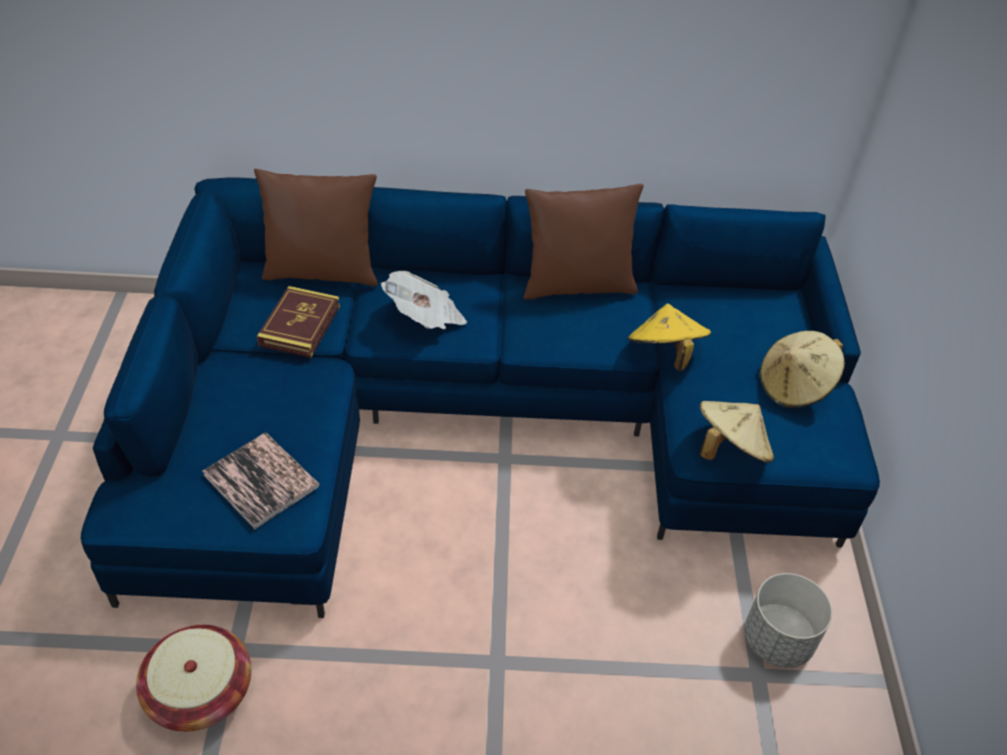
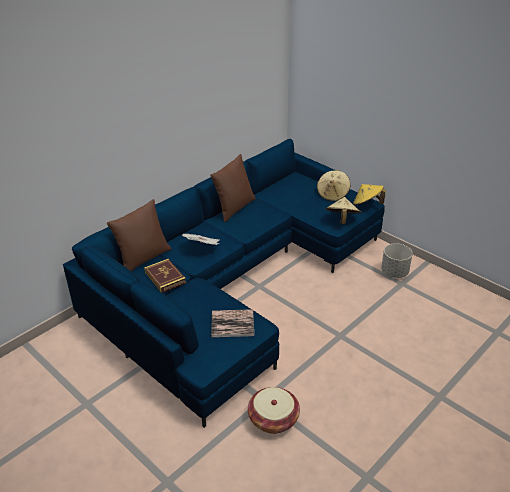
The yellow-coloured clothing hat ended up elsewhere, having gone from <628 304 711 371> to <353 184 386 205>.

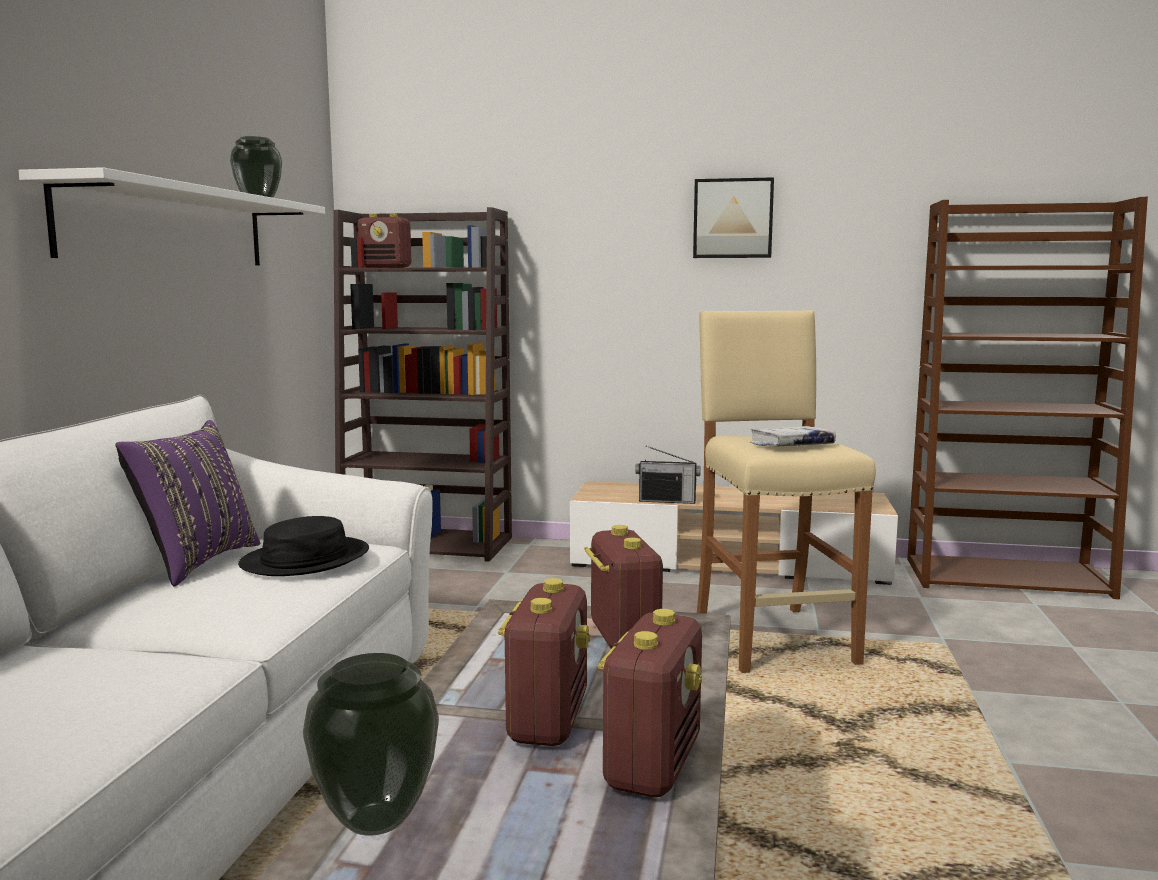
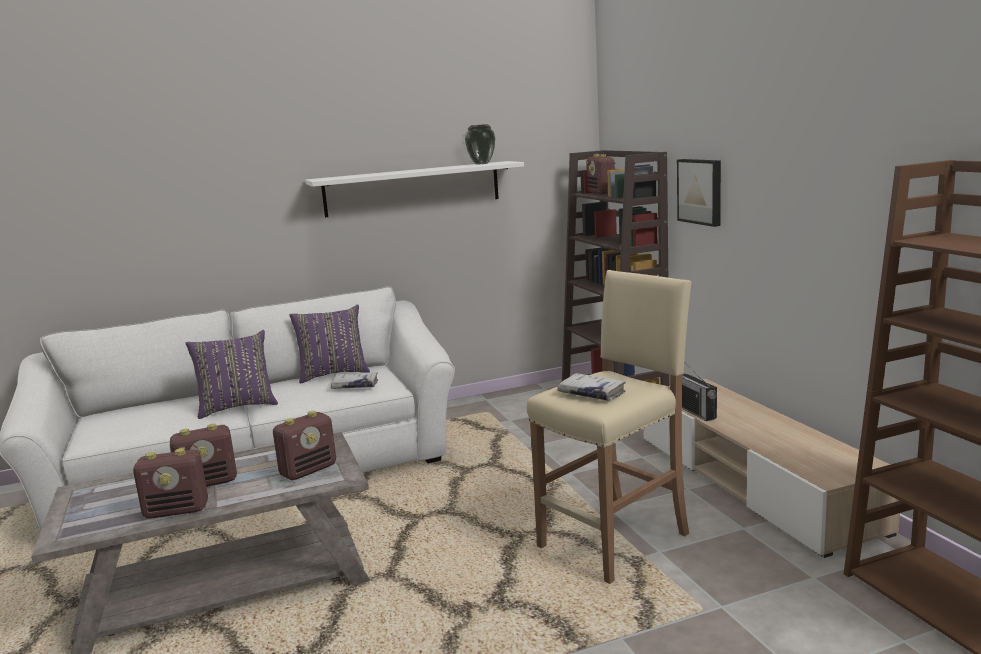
Where the black clothing hat stood at <238 516 369 576>, the white book came to stand at <331 372 378 389>.
The second view lost the vase at <303 653 439 836>.
The picture ended up elsewhere, having gone from <693 177 774 258> to <677 159 721 227>.
The second view gained the purple-coloured throw pillow at <186 330 278 419>.

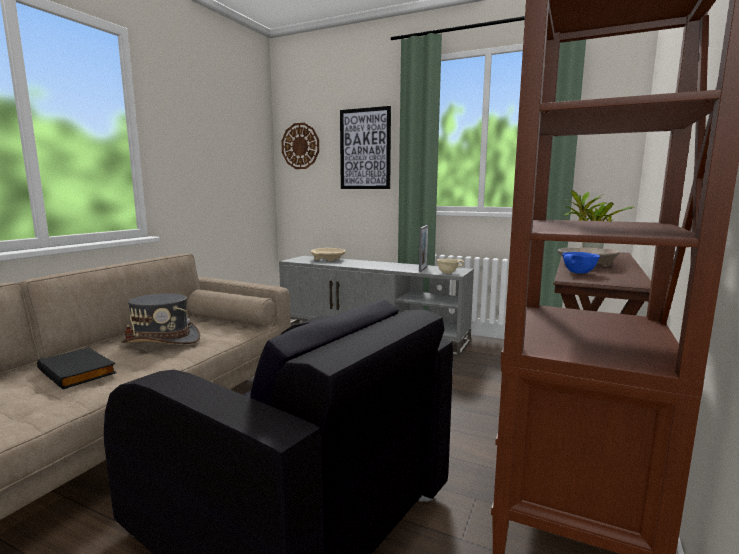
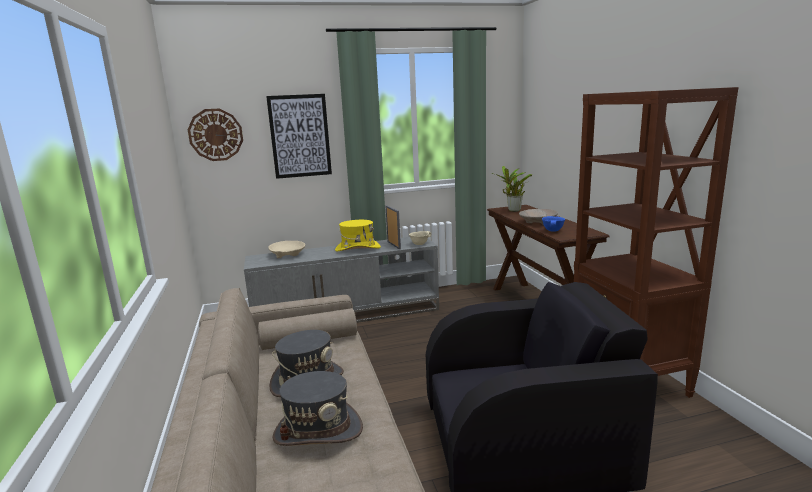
Where the black book stood at <37 347 117 389>, the grey clothing hat came to stand at <273 371 363 446>.
The second view gained the yellow-coloured clothing hat at <335 220 381 251>.

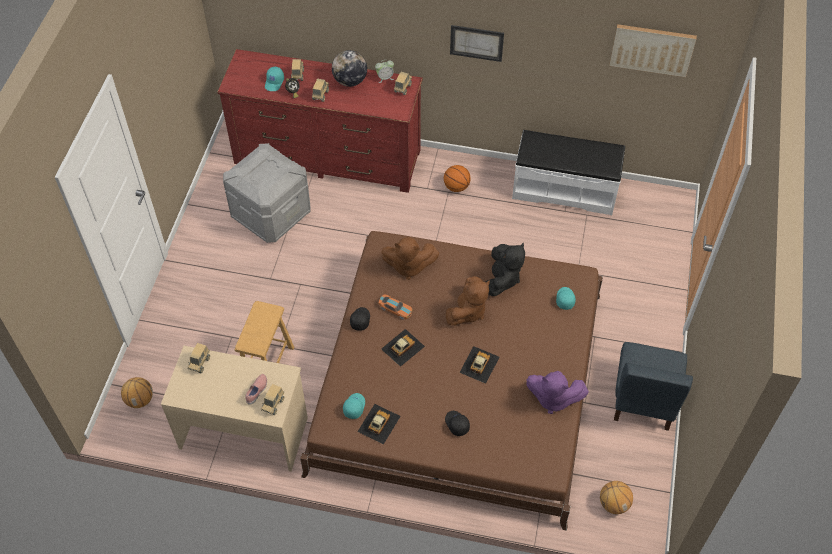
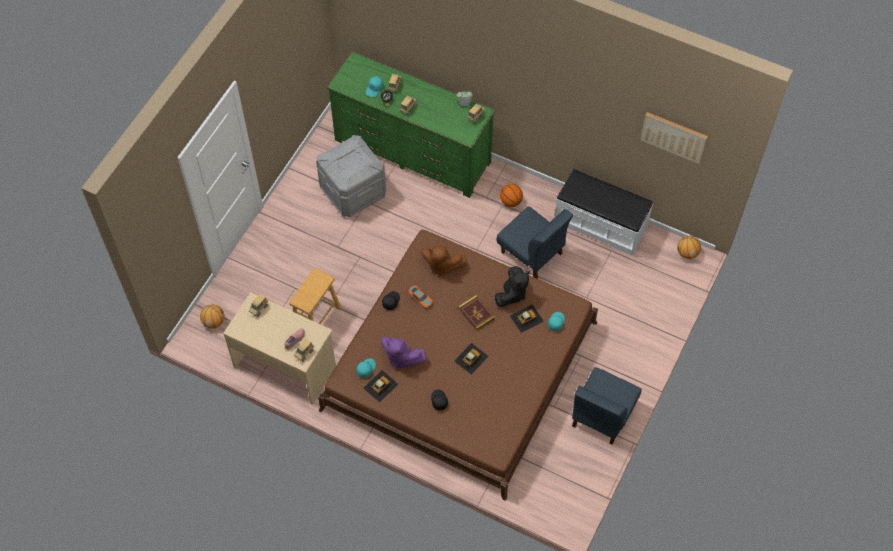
What was the red chest of drawers at <217 49 423 193> turned into the green-coloured chest of drawers at <327 52 495 198>.
The second view lost the world globe at <332 50 367 87>.
The toy car ended up elsewhere, having gone from <381 329 425 367> to <510 304 544 333>.
Where the brownish plush toy stood at <446 276 490 325>, the book came to stand at <458 295 495 331>.
The second view lost the picture at <450 25 504 62>.
The purple-coloured plush toy ended up elsewhere, having gone from <527 371 589 414> to <381 337 426 369>.
The ball for basketball ended up elsewhere, having gone from <600 481 633 514> to <677 236 701 259>.
The second view gained the blue upright chair at <497 206 573 278>.

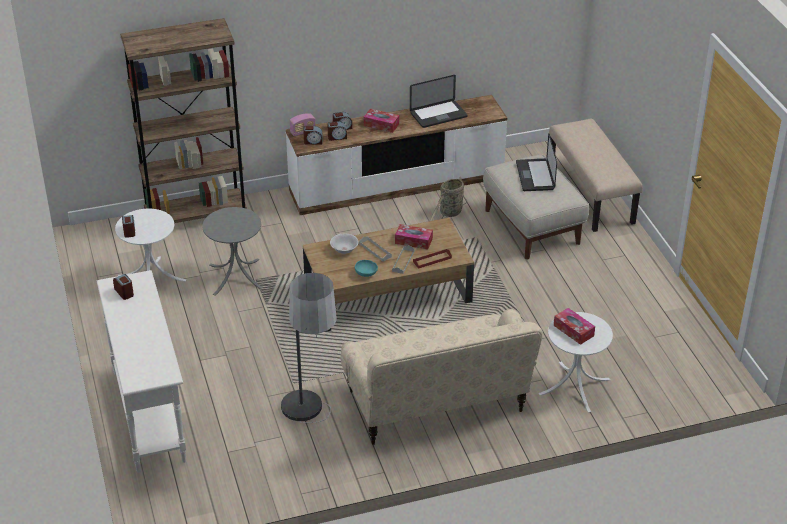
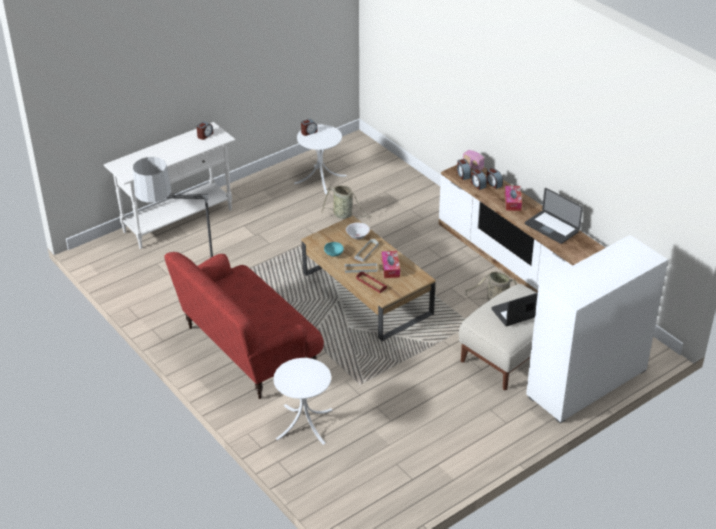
The second view lost the brownish shelving unit at <120 18 247 223>.
Where the grey end table stood at <202 207 263 295>, the storage basket came to stand at <322 185 371 219>.
What was the beige couch at <341 309 543 445> turned into the red couch at <165 252 324 399>.
Where the beige indoor bench stood at <549 119 643 232>, the white chest of drawers came to stand at <526 235 668 423>.
The second view lost the tissue holder at <554 308 595 345>.

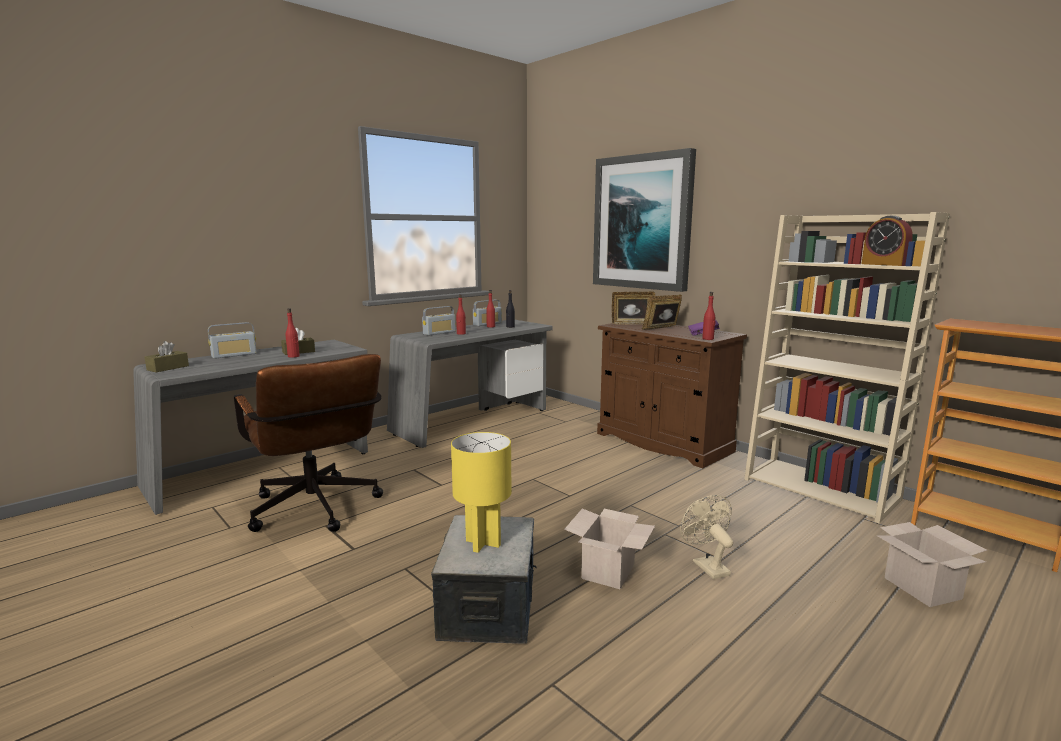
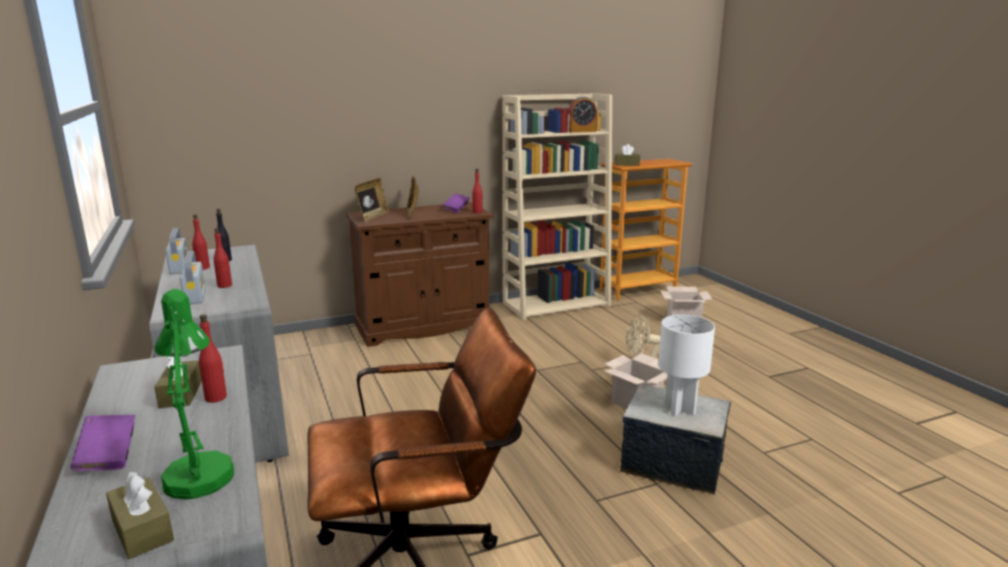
Where the radio receiver stood at <208 322 257 359>, the purple-coloured book came to stand at <71 415 135 471>.
What was the yellow-coloured tabletop lamp at <451 432 512 553> turned into the white tabletop lamp at <658 315 715 416>.
The second view lost the picture at <593 148 696 292>.
The second view gained the green-coloured tabletop lamp at <154 289 234 500>.
The second view gained the brownish tissue holder at <615 144 640 166>.

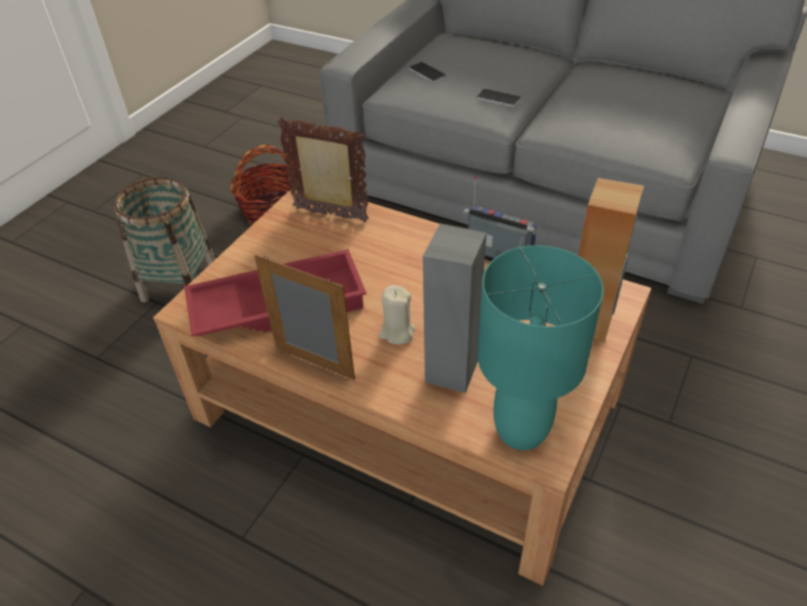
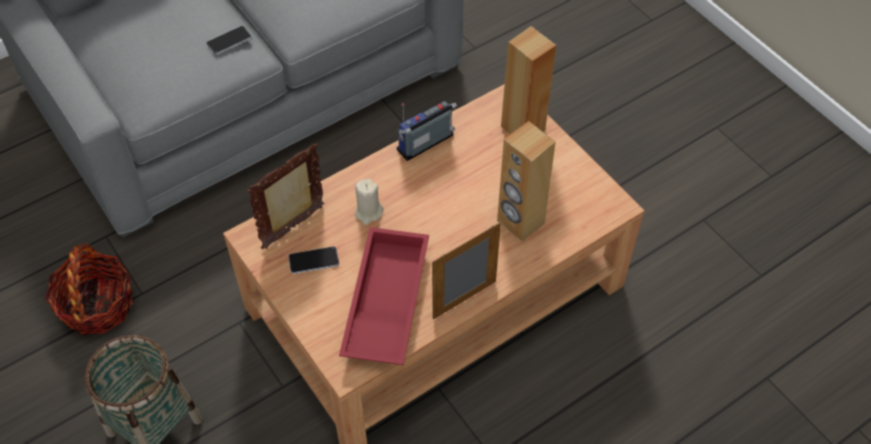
The beige wax candle ended up elsewhere, having gone from <379 285 415 344> to <355 179 383 225>.
The phone ended up elsewhere, having gone from <408 62 446 82> to <288 246 339 274>.
What was the grey audio speaker at <423 223 487 393> turned into the brownish audio speaker at <497 121 556 242>.
The second view lost the turquoise tabletop lamp at <478 245 604 450>.

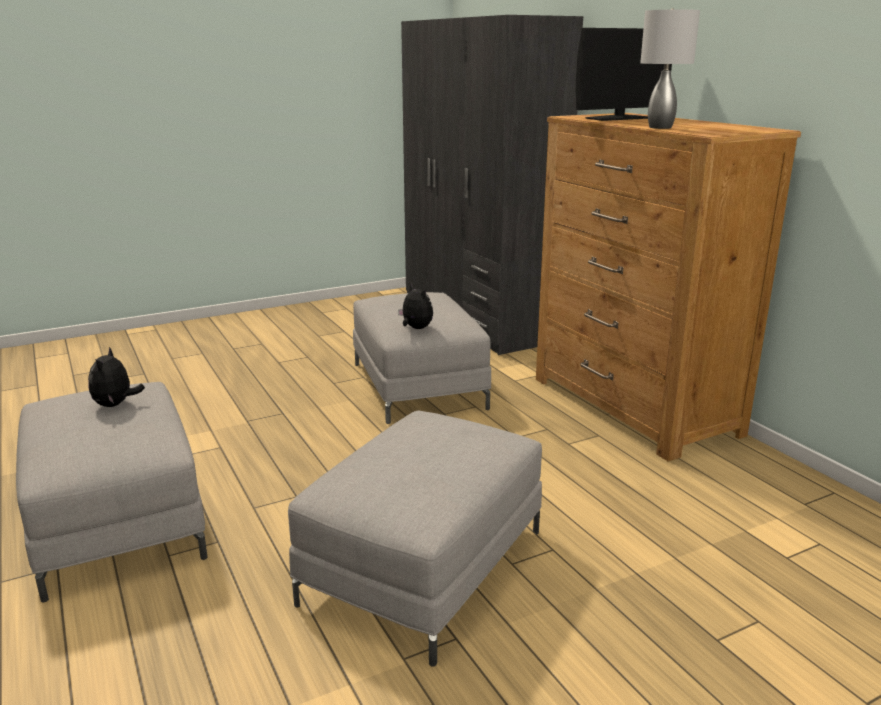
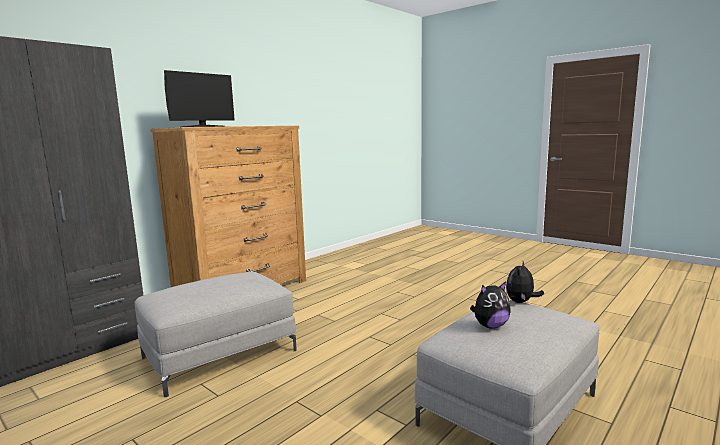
The second view lost the grey ottoman at <288 410 542 666>.
The plush toy ended up elsewhere, having gone from <398 284 433 329> to <506 261 544 303>.
The computer screen at <576 28 672 121> ended up facing another way, 90 degrees clockwise from before.
The second view lost the grey tabletop lamp at <640 8 700 129>.

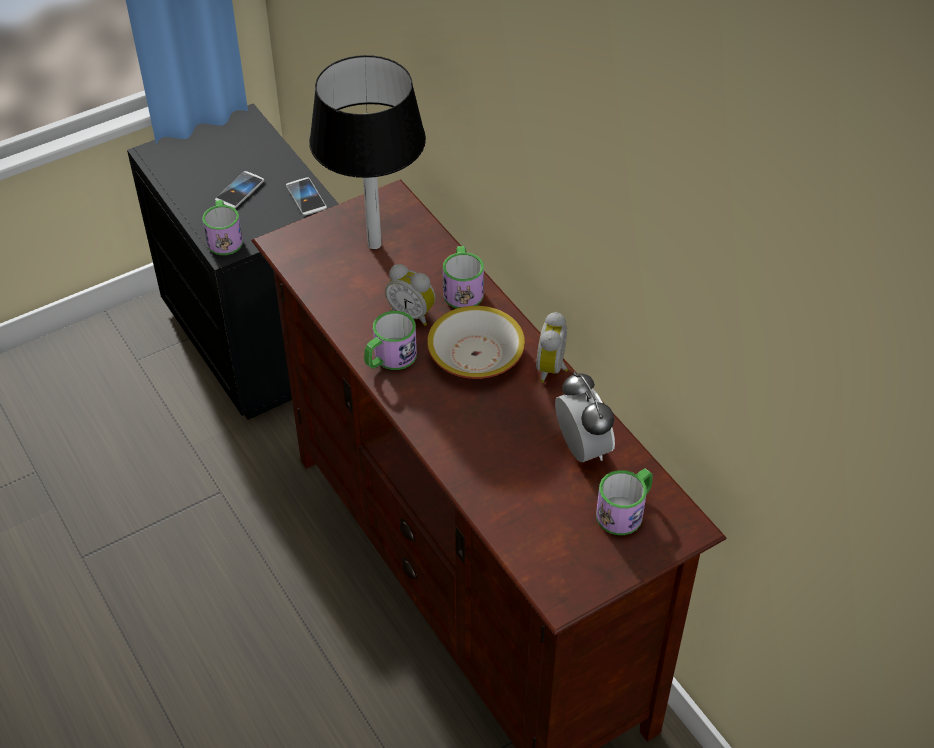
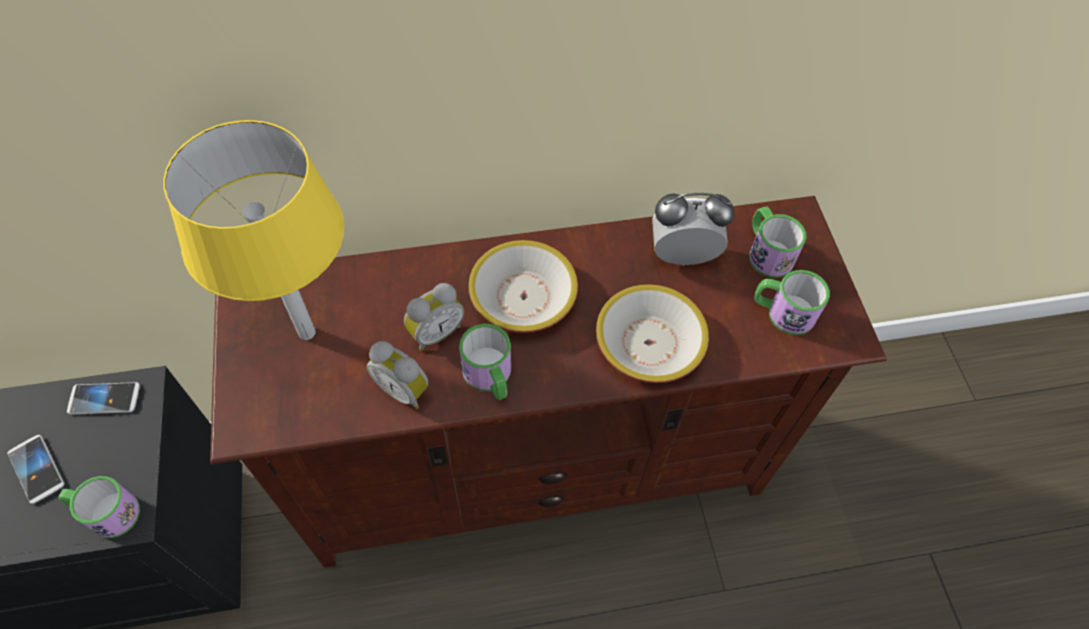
What was the black tabletop lamp at <309 55 426 249> turned into the yellow-coloured tabletop lamp at <163 120 344 340>.
The coffee mug ended up elsewhere, having gone from <443 246 484 309> to <754 270 830 335>.
The bedside clock ended up elsewhere, having gone from <536 312 568 383> to <367 341 428 409>.
The second view gained the bowl at <596 284 709 383>.

